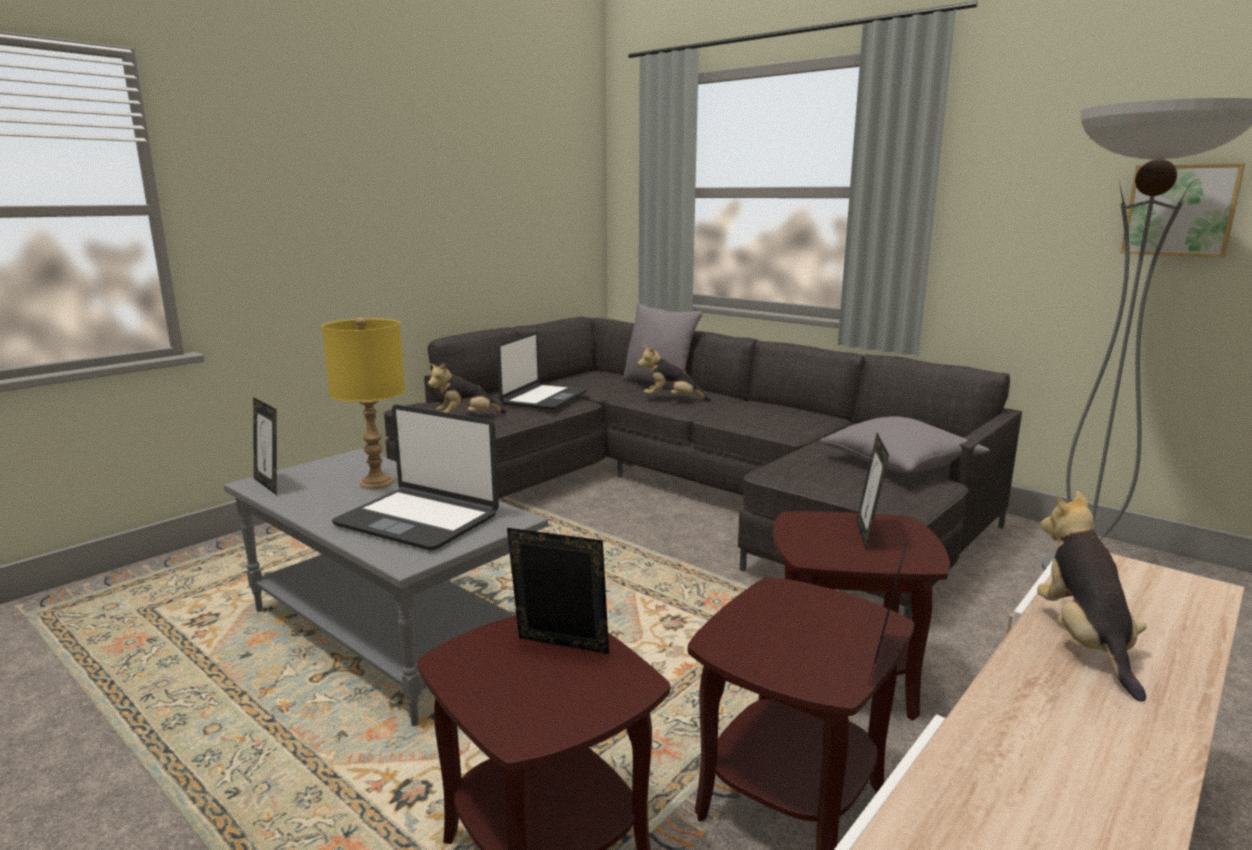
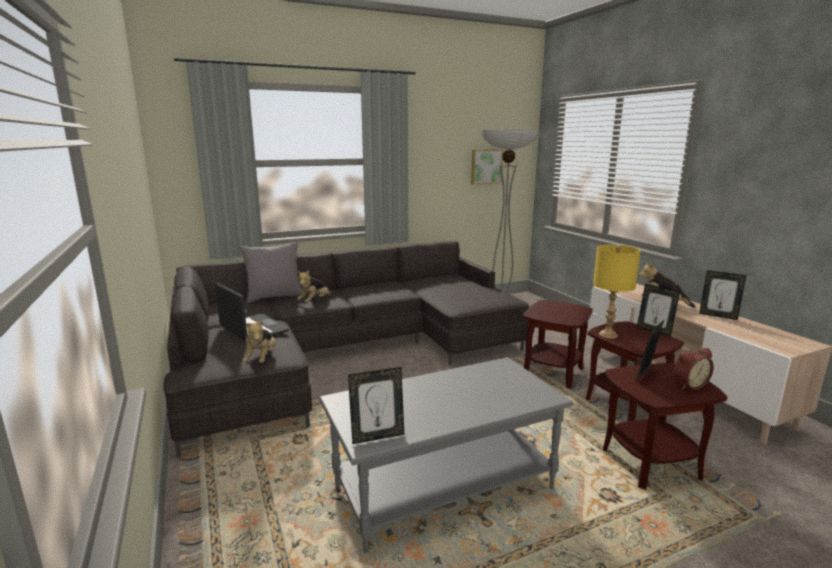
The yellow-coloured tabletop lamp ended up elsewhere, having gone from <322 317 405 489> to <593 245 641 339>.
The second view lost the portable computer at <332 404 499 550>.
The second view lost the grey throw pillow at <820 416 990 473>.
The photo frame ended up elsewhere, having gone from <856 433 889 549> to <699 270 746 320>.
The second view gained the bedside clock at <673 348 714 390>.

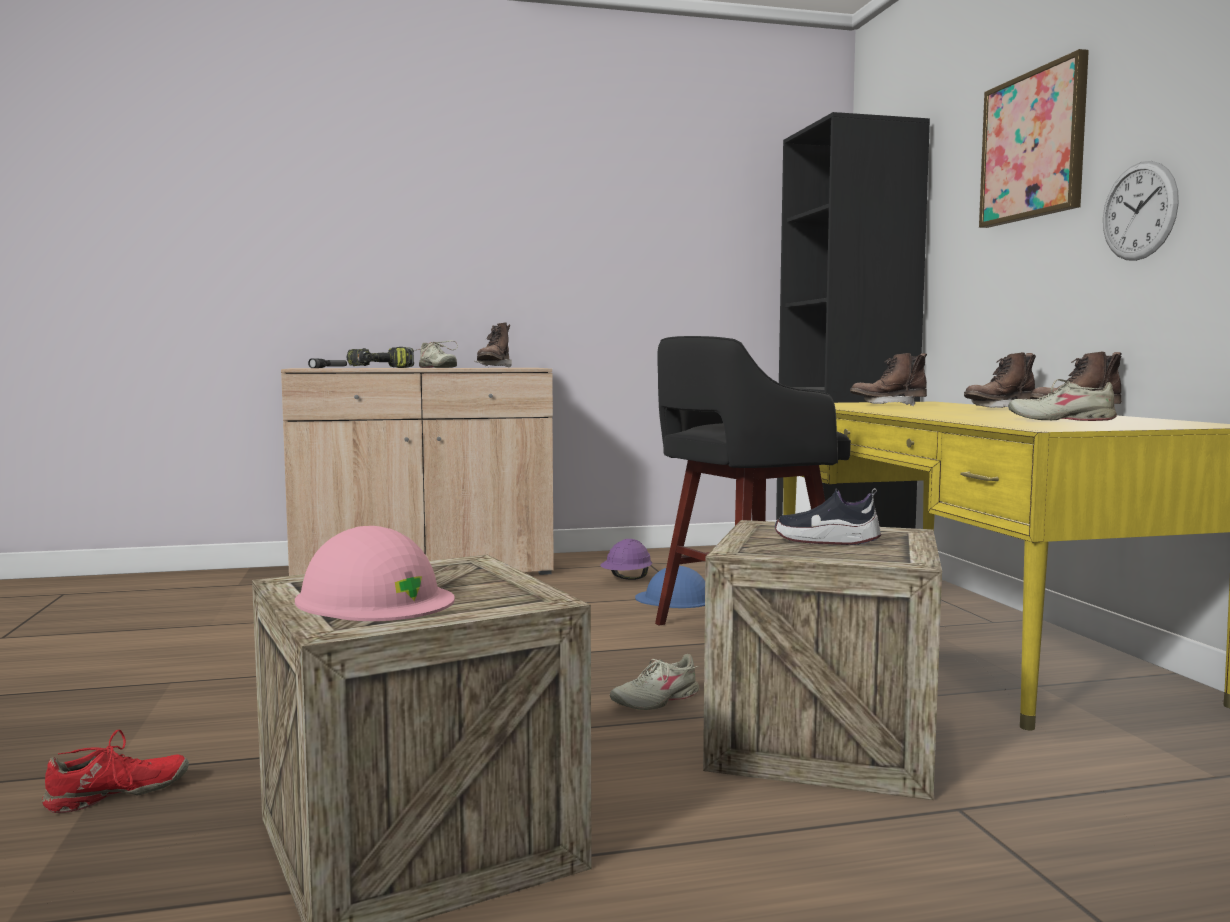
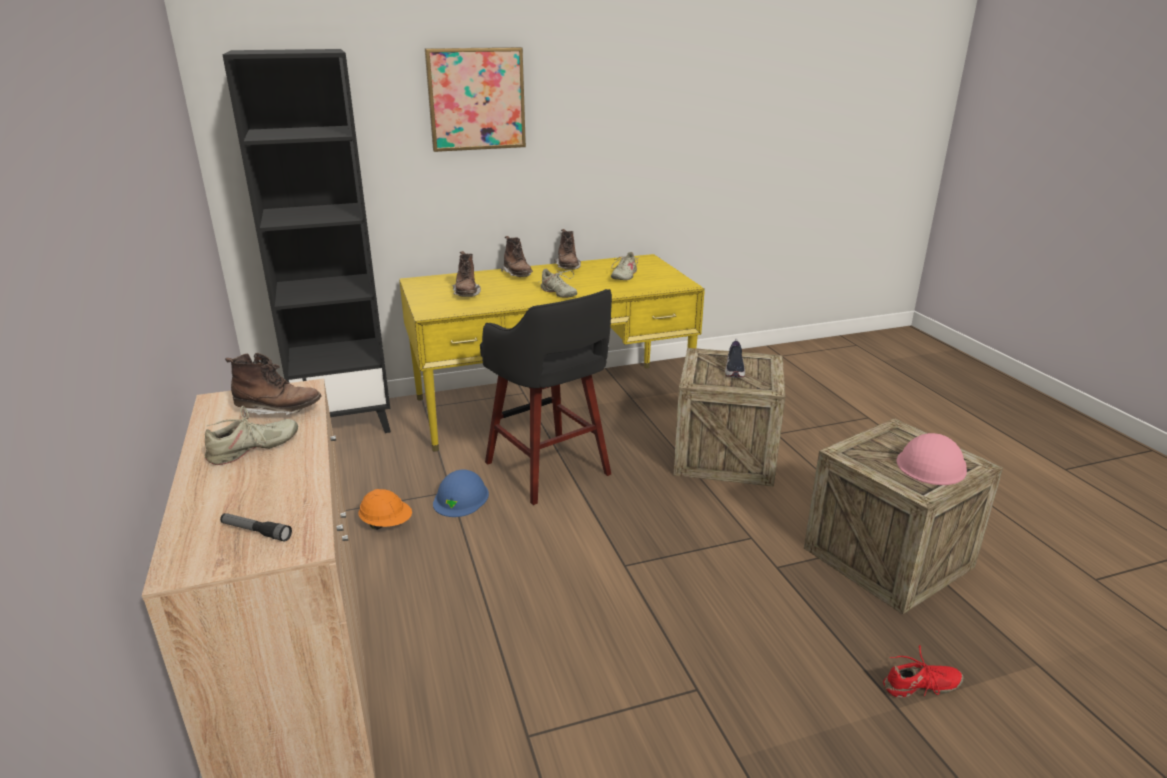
The red item of footwear at <42 730 189 813> ended up facing another way, 120 degrees clockwise from before.
The second view lost the electric drill at <347 347 414 368>.
What was the purple-coloured hard hat at <600 539 652 580> turned into the orange-coloured hard hat at <358 489 412 530>.
The beige item of footwear ended up elsewhere, having gone from <610 654 699 710> to <539 269 577 298>.
The second view lost the clock on the wall at <1103 161 1179 261>.

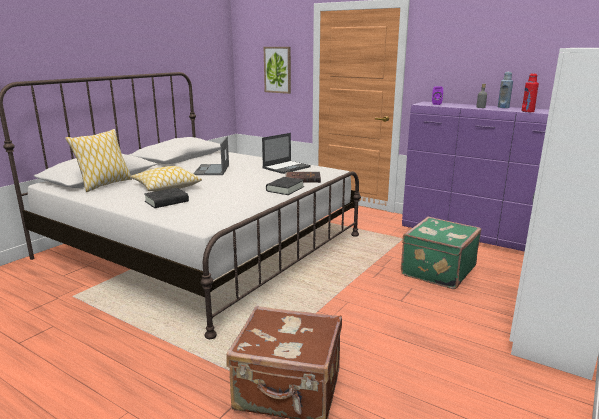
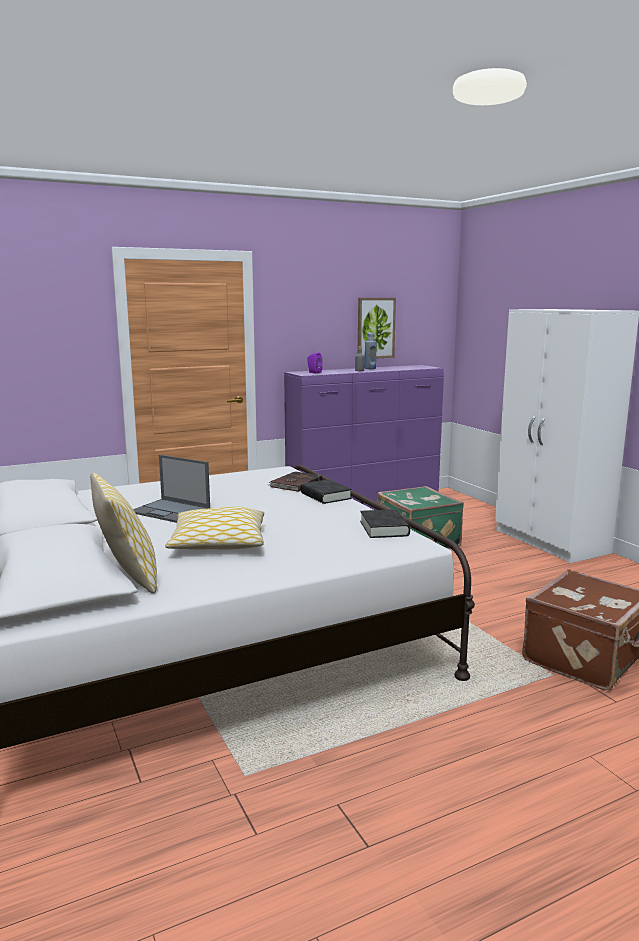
The black book ended up elsewhere, having gone from <144 188 189 208> to <360 509 410 538>.
The second view lost the portable computer at <262 133 311 174>.
The picture ended up elsewhere, having gone from <264 47 291 94> to <358 298 396 358>.
The second view lost the red bottle at <522 73 539 112>.

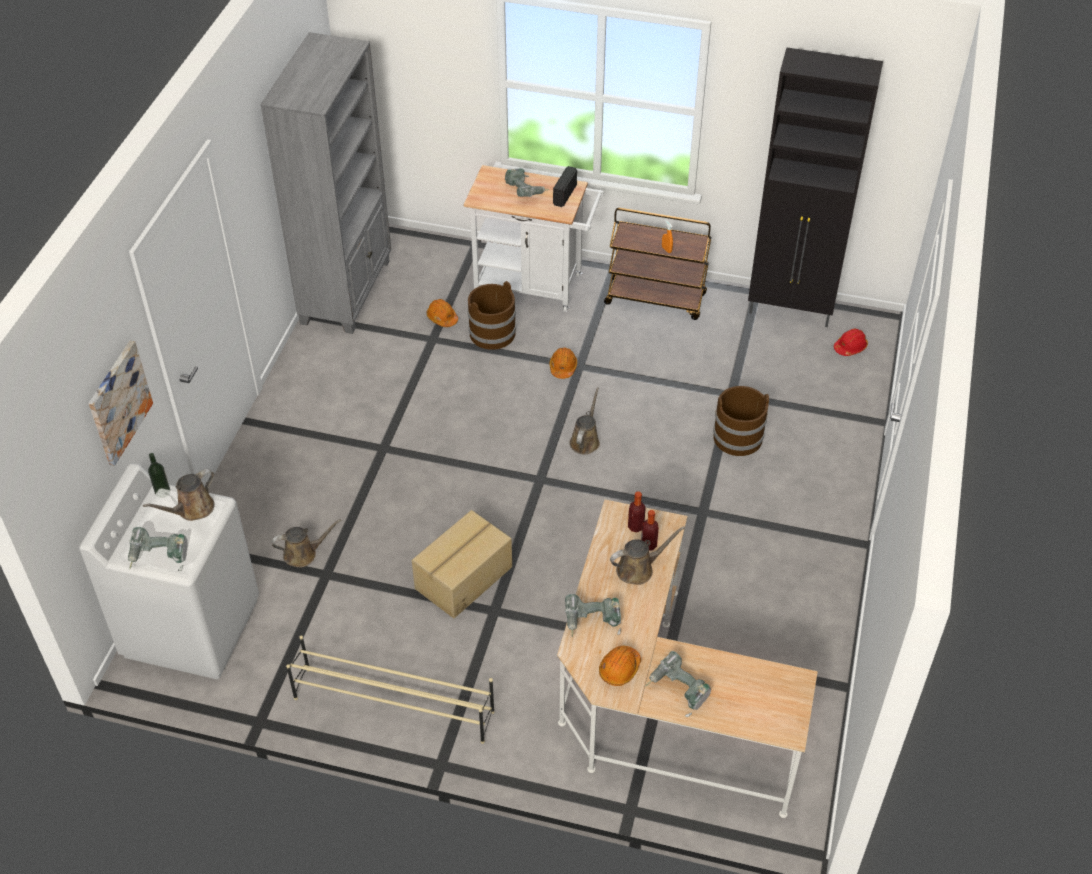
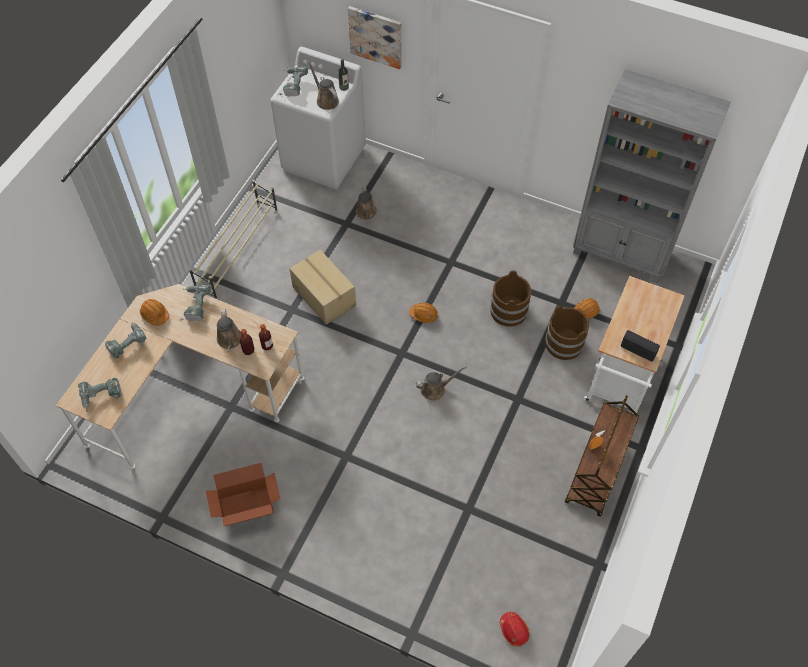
The electric drill ended up elsewhere, having gone from <505 168 549 197> to <78 378 123 412>.
The orange-coloured hard hat ended up elsewhere, having gone from <550 347 577 379> to <409 303 438 323>.
The brownish watering pot at <569 387 600 454> ended up facing another way, 45 degrees counterclockwise from before.
The brownish water bucket ended up elsewhere, having gone from <713 386 769 456> to <490 270 531 327>.
The second view lost the black cupboard at <748 47 883 327>.
The second view gained the cardboard box at <206 463 280 526>.

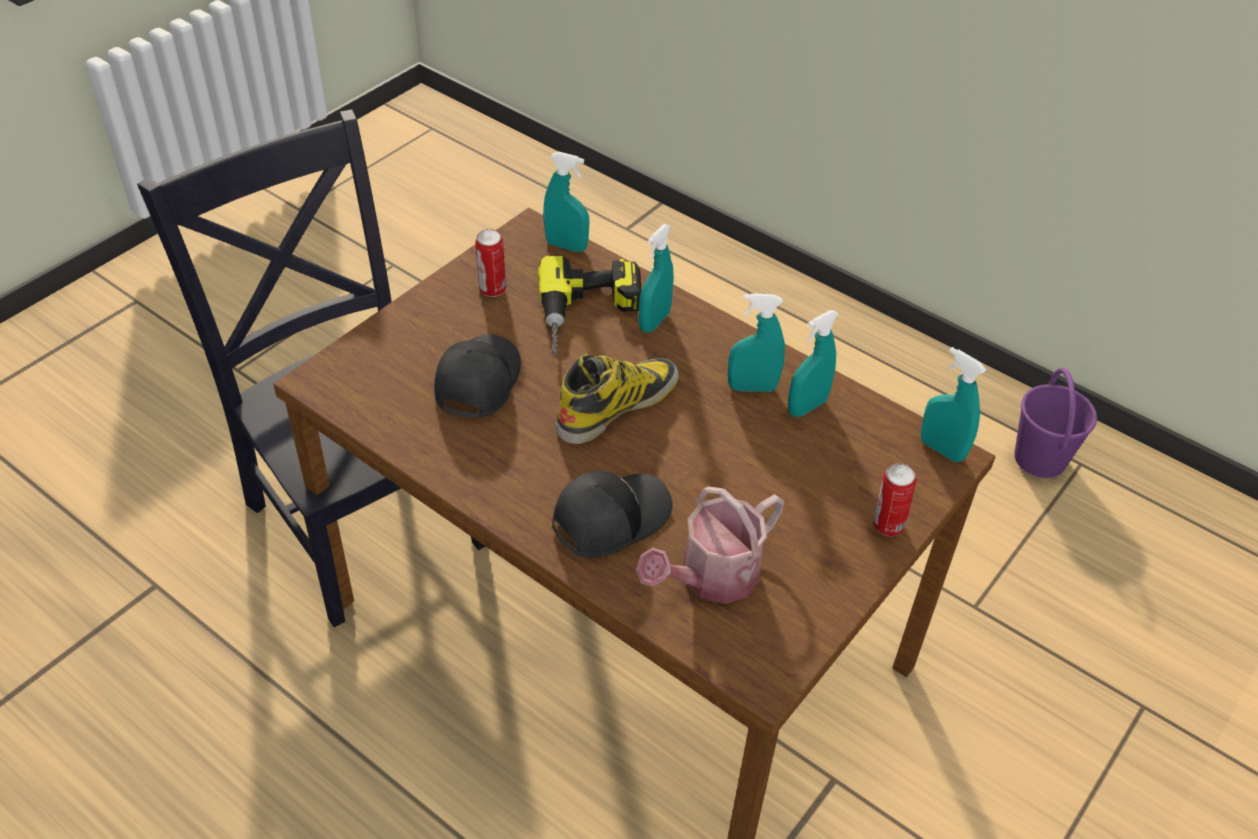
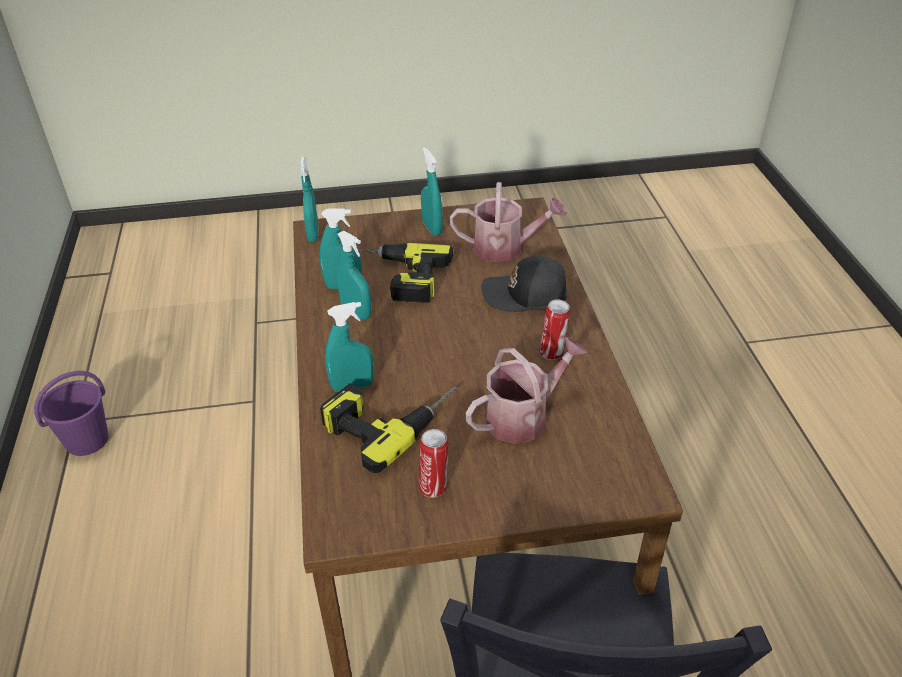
Where the black peaked cap stood at <434 334 521 418>, the watering pot came to stand at <465 337 588 444>.
The turquoise hand sprayer ended up elsewhere, having gone from <543 152 589 252> to <421 147 443 236>.
The second view lost the tall boot at <556 353 679 444>.
The metal can ended up elsewhere, having gone from <874 463 916 536> to <539 299 570 360>.
The second view gained the electric drill at <353 243 453 303>.

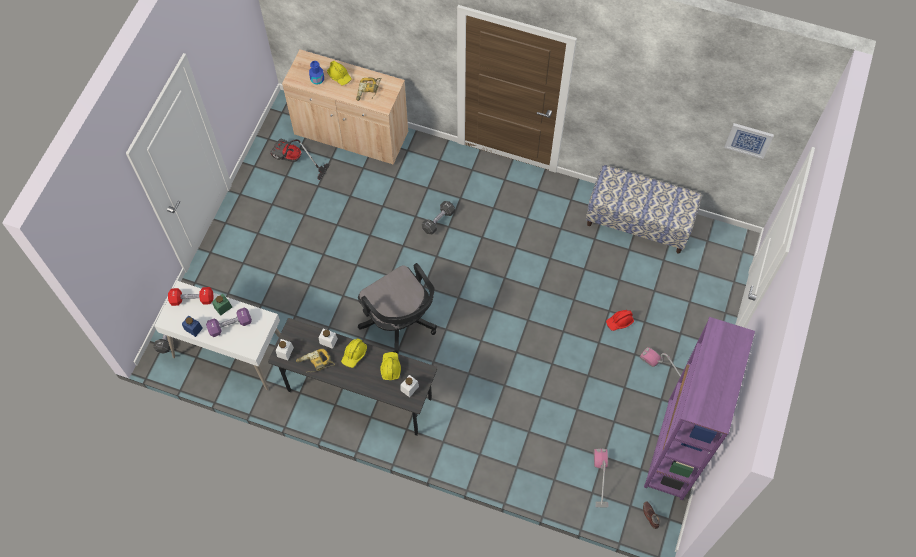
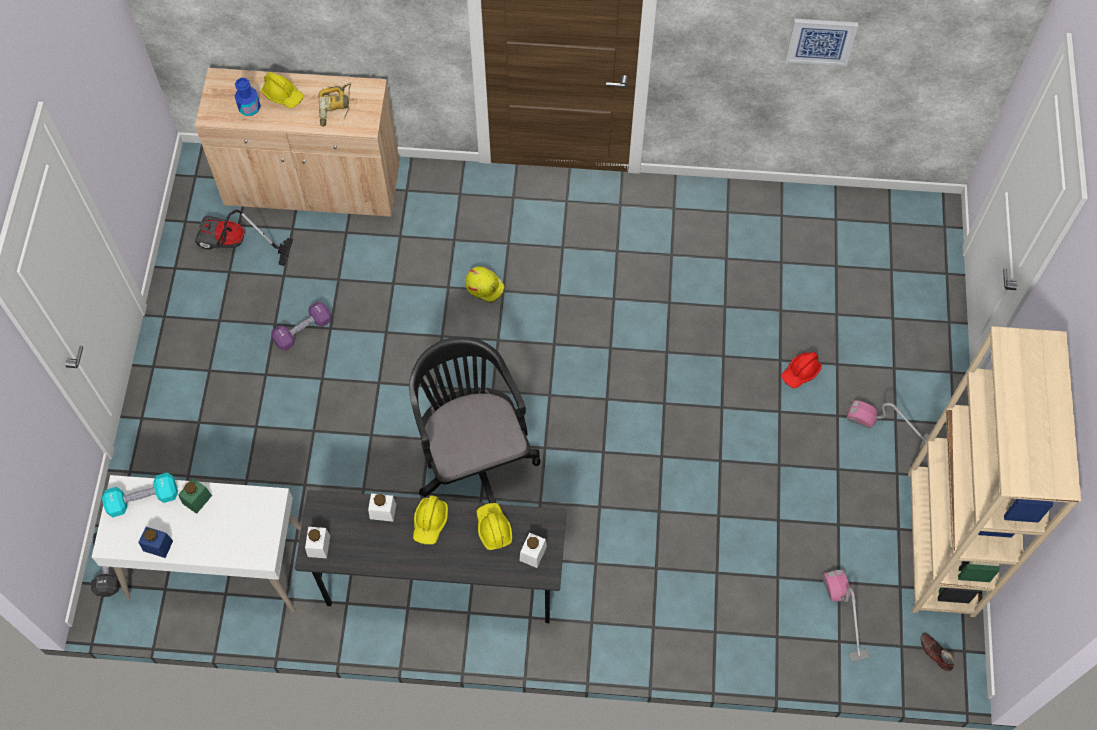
What was the red free weight at <168 287 214 306> turned into the turquoise free weight at <102 472 178 517>.
The purple-coloured free weight ended up elsewhere, having gone from <206 308 252 337> to <271 301 332 351>.
The second view lost the electric drill at <296 349 335 372>.
The black computer chair at <358 263 437 354> ended up facing another way, 150 degrees counterclockwise from before.
Where the black free weight stood at <422 201 455 235>, the yellow-coloured hard hat came to stand at <465 266 505 303>.
The second view lost the indoor bench at <586 165 702 254>.
What was the purple-coloured shelving unit at <644 317 755 500> turned into the beige shelving unit at <908 326 1081 617>.
The picture ended up elsewhere, having gone from <724 123 774 159> to <785 19 858 66>.

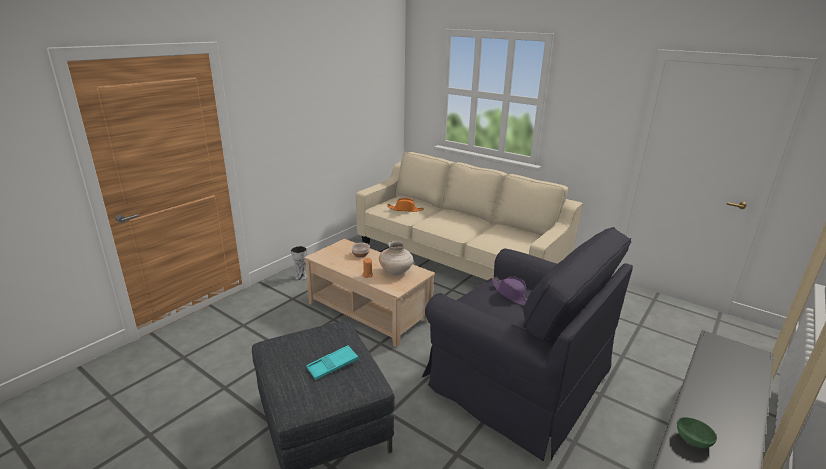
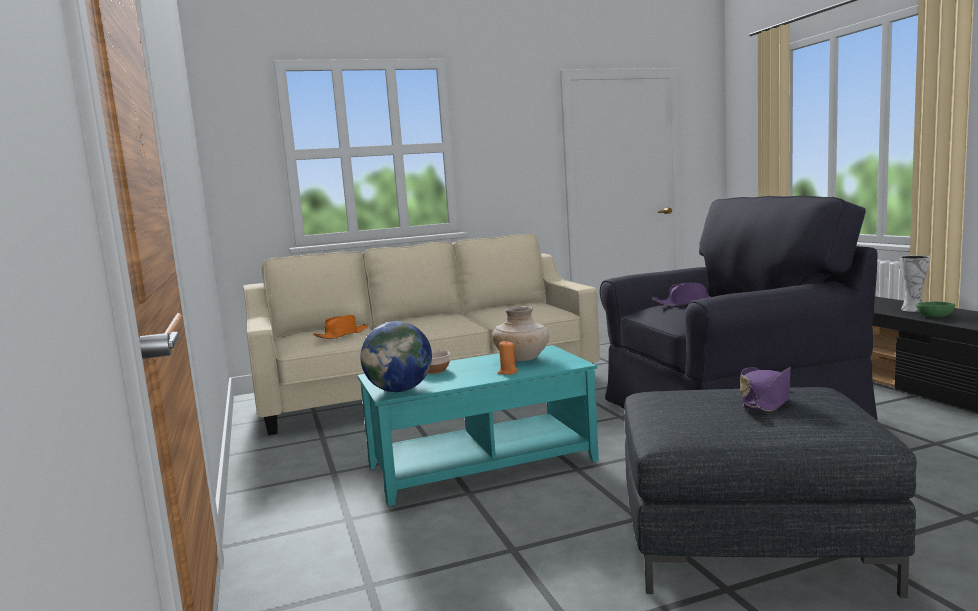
The vase ended up elsewhere, having gone from <291 246 307 280> to <899 255 930 312>.
What was the beige coffee table at <304 239 435 347> turned into the turquoise coffee table at <357 345 599 506>.
Where the turquoise tray stood at <306 345 358 380>, the purple-coloured clothing hat came to stand at <740 367 791 412>.
The second view gained the world globe at <360 321 432 392>.

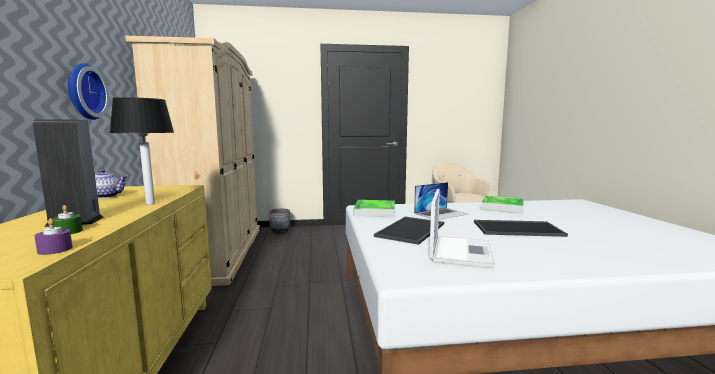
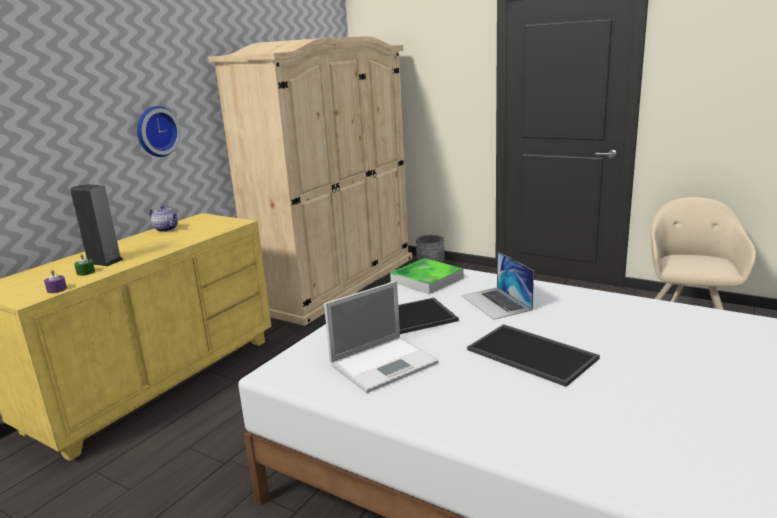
The second view lost the tabletop lamp at <110 97 174 205>.
The portable computer at <414 182 468 220> ended up facing another way, 60 degrees clockwise from before.
The second view lost the tray at <481 196 524 213>.

